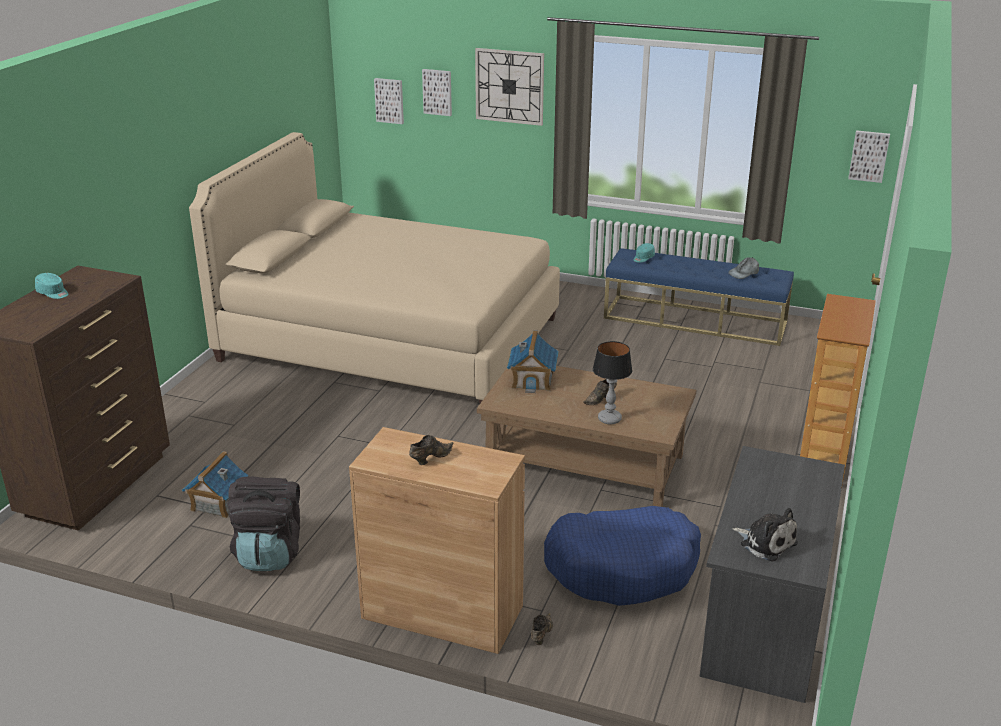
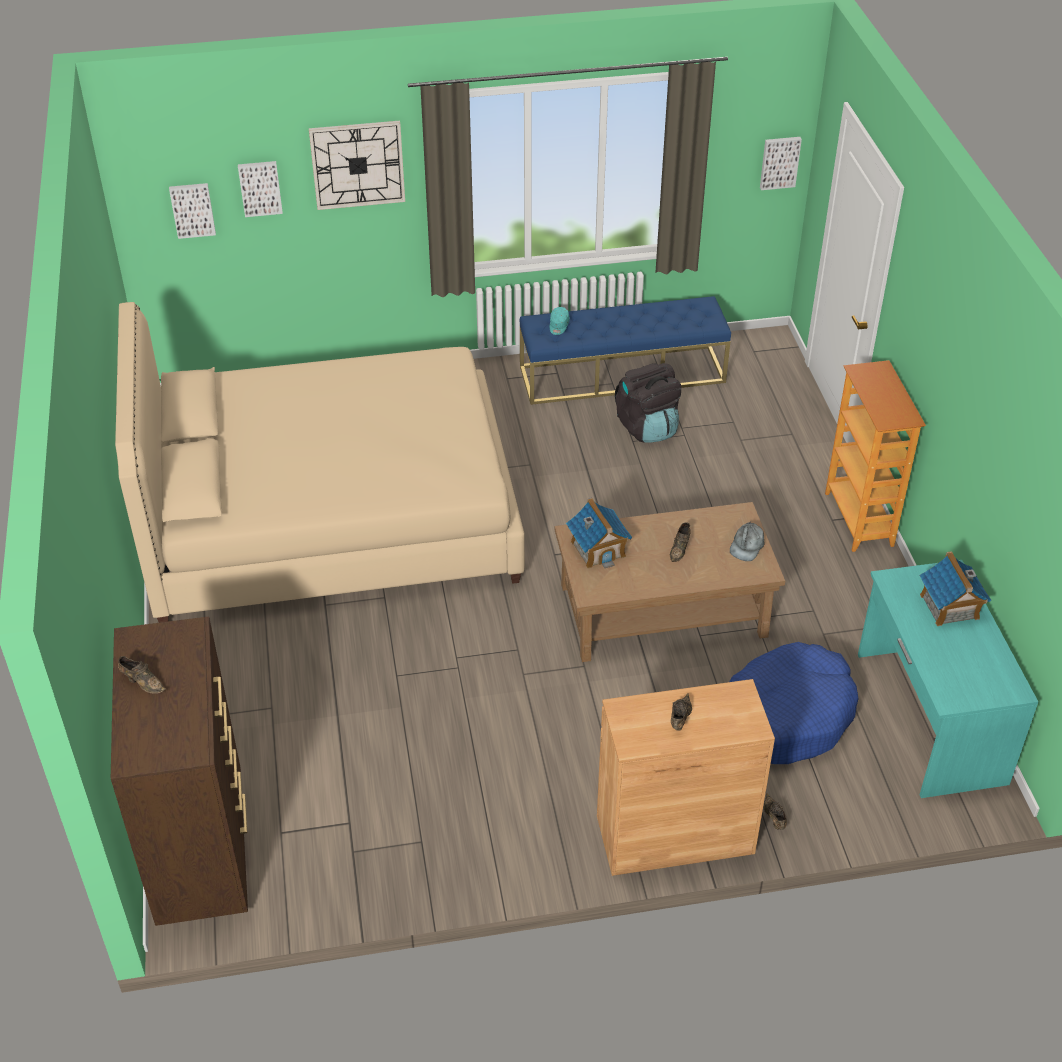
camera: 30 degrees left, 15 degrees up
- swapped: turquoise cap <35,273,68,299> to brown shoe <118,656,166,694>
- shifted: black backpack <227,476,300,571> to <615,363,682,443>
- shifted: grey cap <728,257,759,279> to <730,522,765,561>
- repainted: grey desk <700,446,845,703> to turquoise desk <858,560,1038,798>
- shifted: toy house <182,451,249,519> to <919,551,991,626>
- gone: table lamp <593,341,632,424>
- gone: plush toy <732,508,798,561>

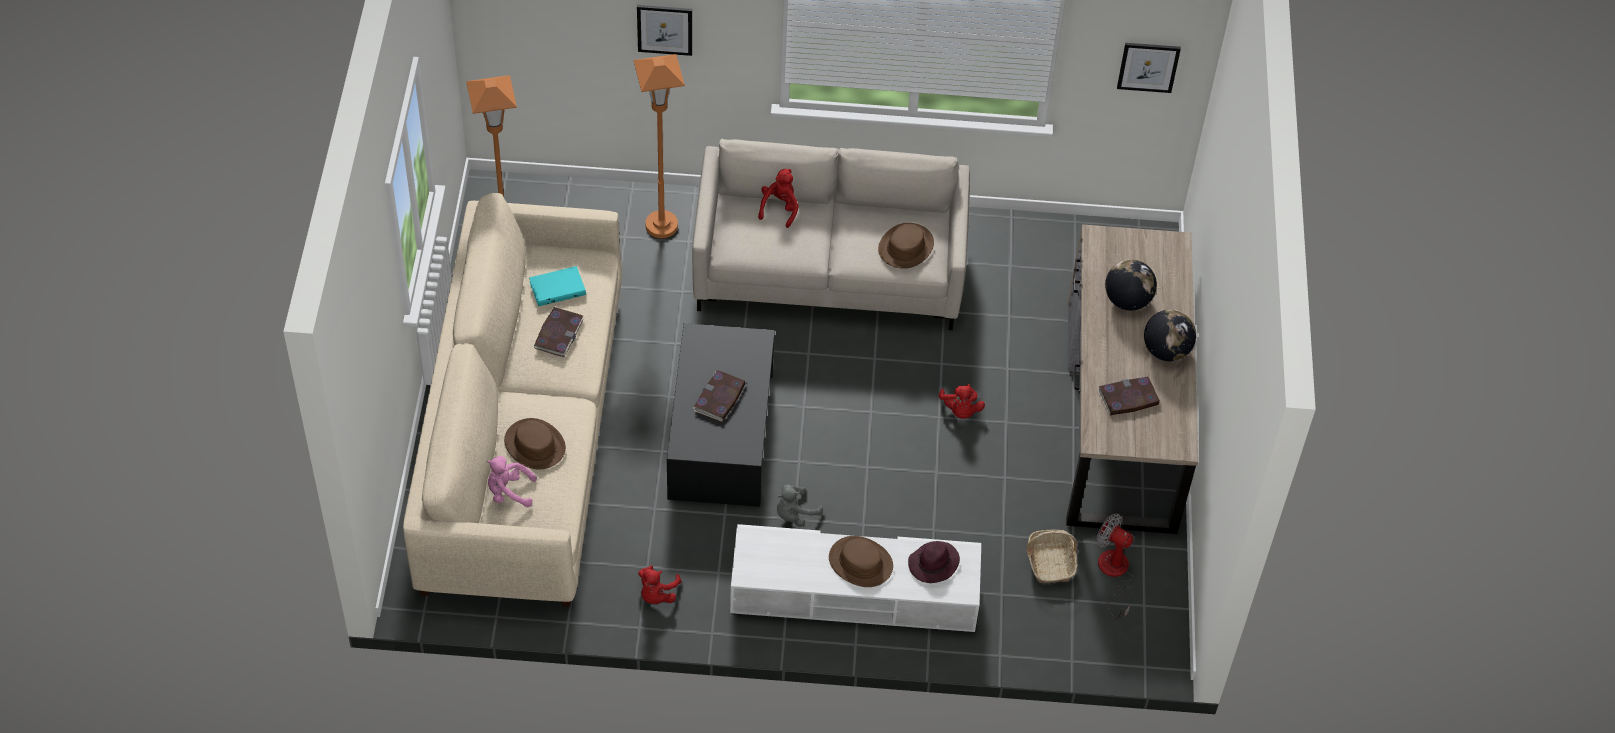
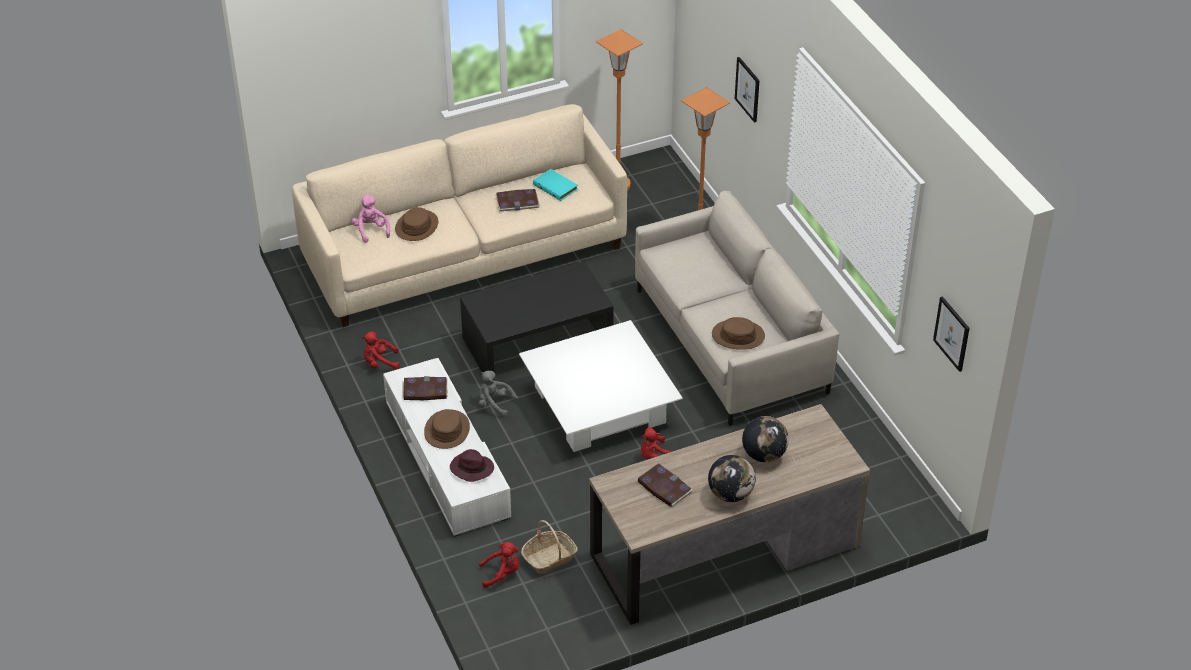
camera: 65 degrees right, 10 degrees down
- shifted: book <693,370,745,422> to <403,376,448,400>
- shifted: red plush toy <758,169,799,228> to <479,542,519,588>
- new: white coffee table <519,320,683,452>
- gone: fan <1096,514,1133,619>

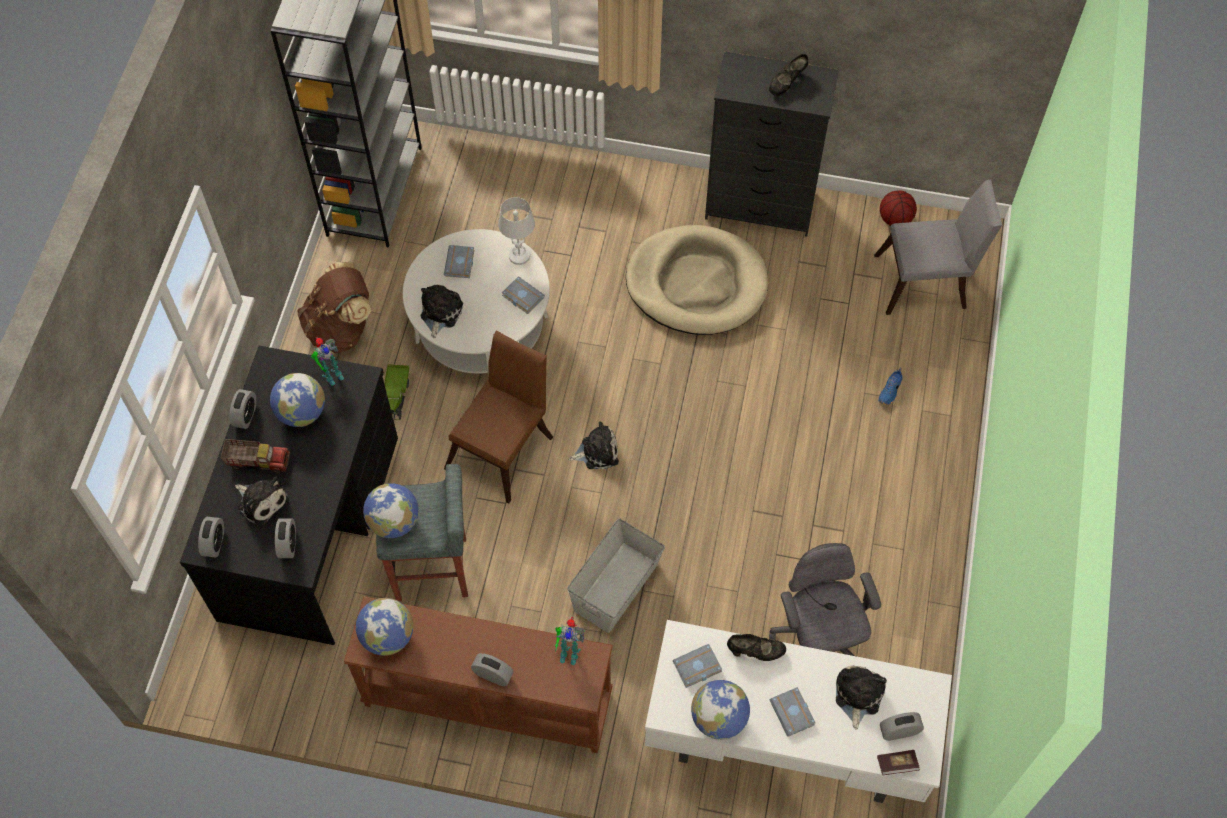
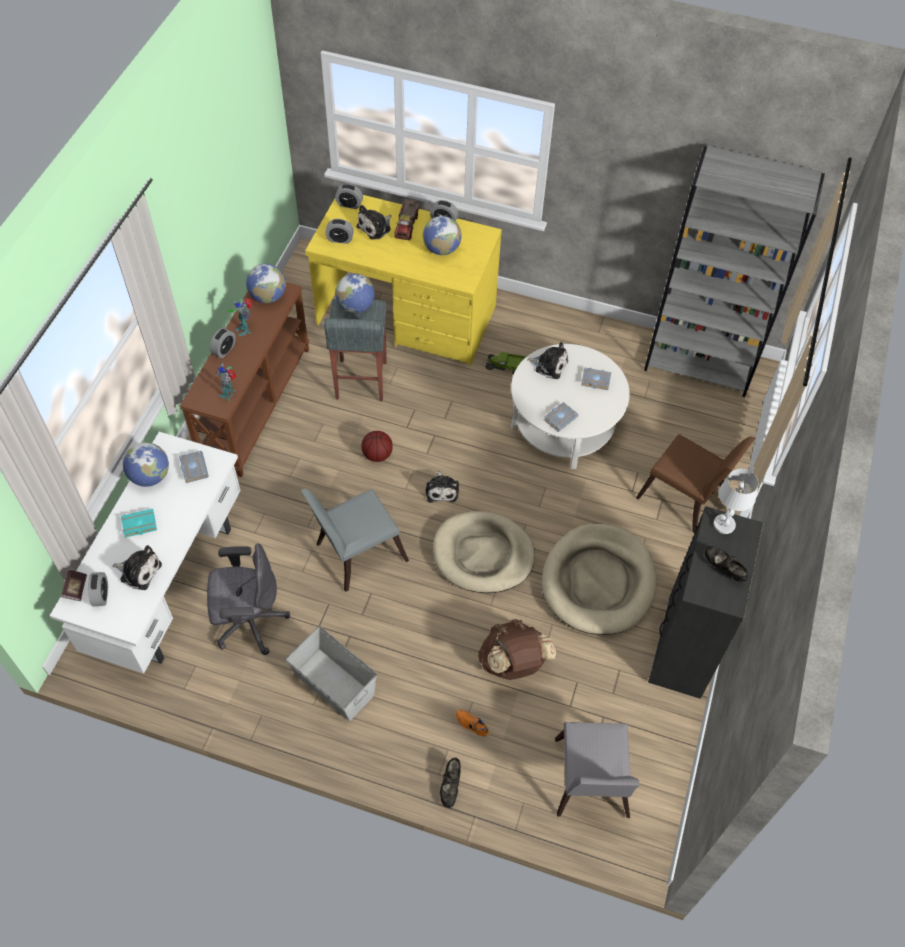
camera: 95 degrees right, 5 degrees down
- repainted: grey book <770,687,816,737> to turquoise book <121,509,157,538>
- shifted: toy robot <311,337,344,385> to <228,299,253,336>
- shifted: grey storage box <567,518,665,633> to <286,626,377,721>
- new: grey chair <301,489,409,592>
- repainted: black desk <180,346,398,645> to yellow desk <305,195,502,366>
- shifted: basketball <880,190,917,226> to <362,431,393,462>
- new: beige dog bed <433,511,535,593>
- shifted: black shoe <727,634,786,661> to <440,758,461,808>
- repainted: blue shoe <878,368,903,405> to orange shoe <456,709,489,737>
- shifted: brown backpack <297,262,371,353> to <478,619,556,680>
- shifted: brown chair <444,331,553,503> to <636,434,755,533>
- shifted: white table lamp <498,197,535,265> to <714,469,758,534>

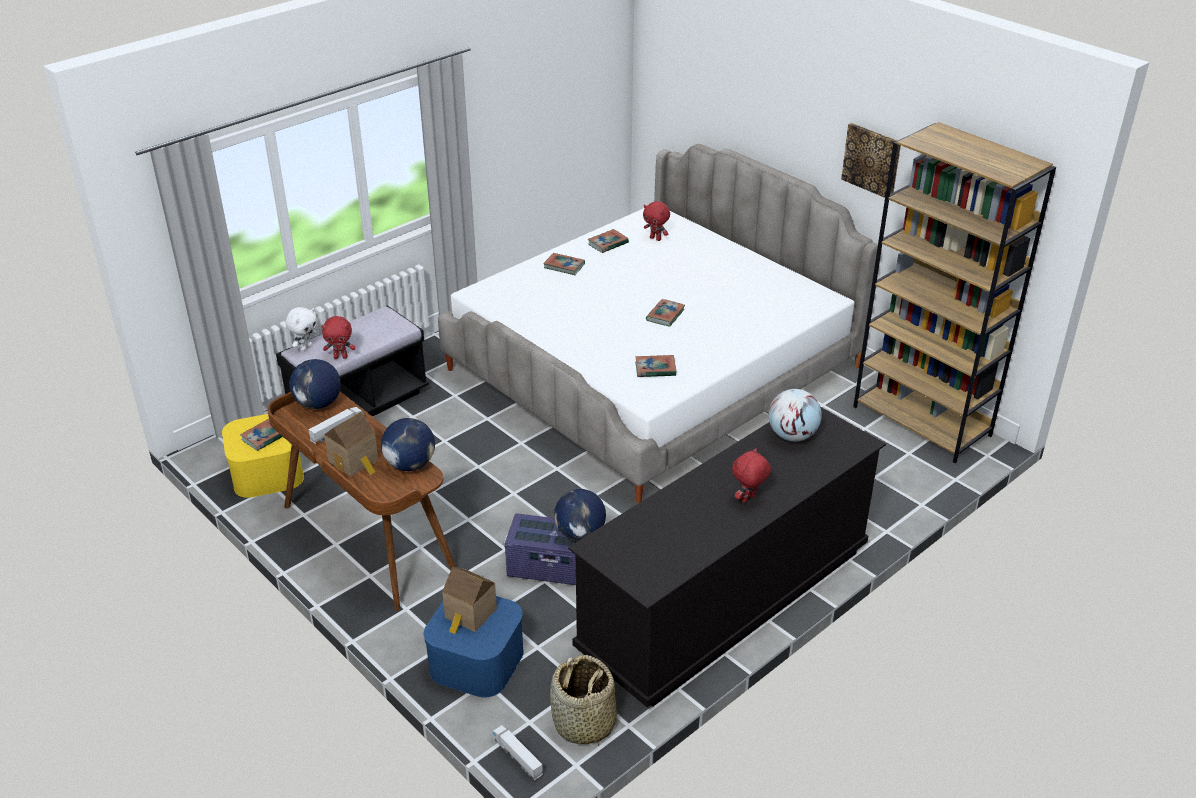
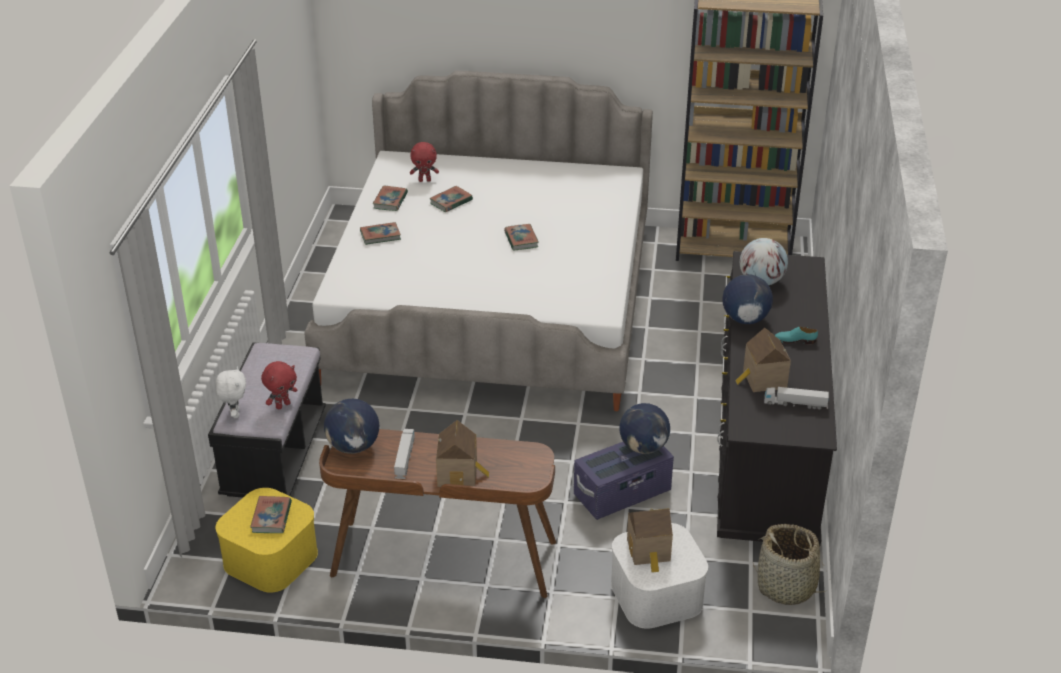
camera: 40 degrees left, 0 degrees up
- shifted: book <635,355,676,377> to <429,186,473,212>
- repainted: blue storage box <424,596,524,697> to white storage box <611,523,708,629>
- shifted: globe <381,418,435,471> to <722,274,773,324>
- new: toy house <735,328,791,392>
- shifted: toy truck <492,725,543,780> to <764,387,829,410>
- swapped: red plush toy <732,448,771,503> to turquoise shoe <775,327,818,344>
- gone: picture <841,123,901,198>

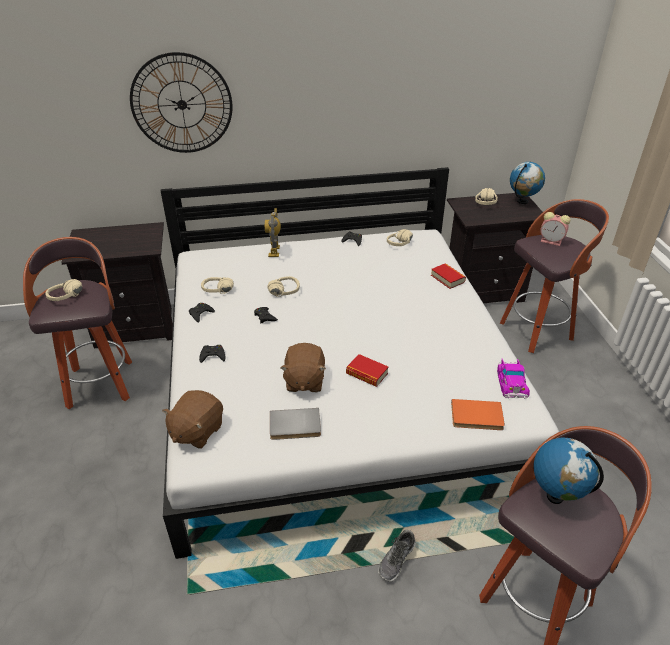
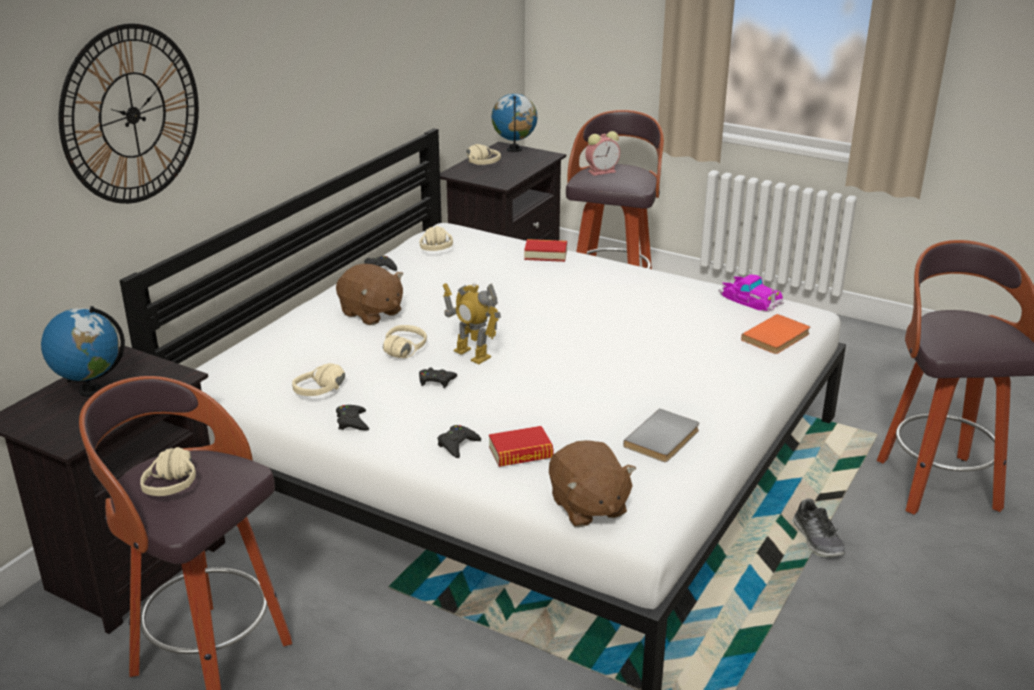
camera: 50 degrees left, 10 degrees down
- shifted: globe <533,437,604,504> to <41,306,125,397>
- shifted: brown plush toy <280,343,326,392> to <336,264,403,325>
- shifted: toy robot <265,208,281,257> to <443,283,501,364>
- shifted: book <346,354,388,387> to <489,426,554,467>

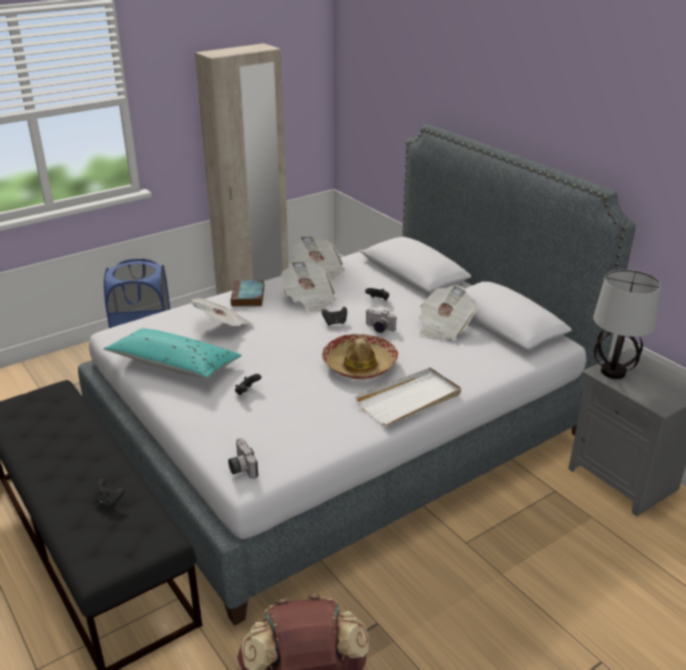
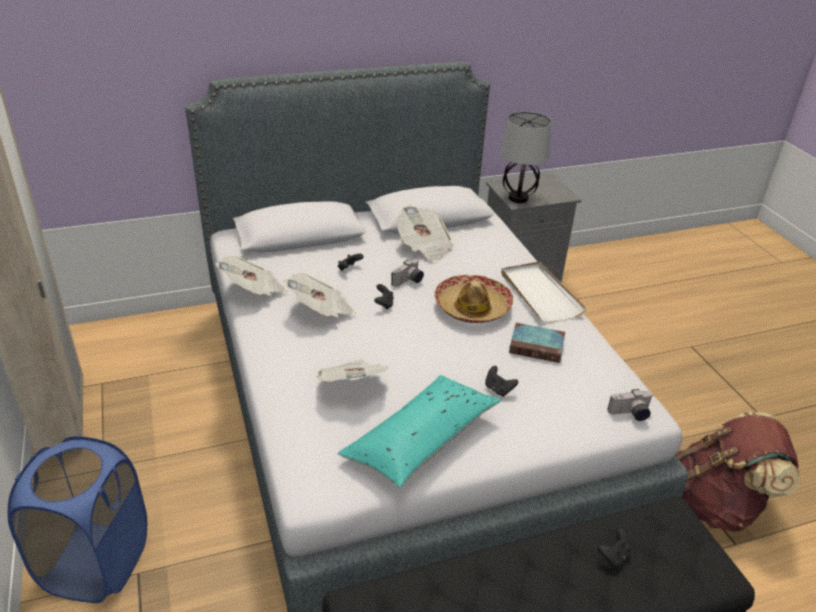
camera: 75 degrees left, 5 degrees up
- shifted: book <231,280,265,307> to <509,323,565,363>

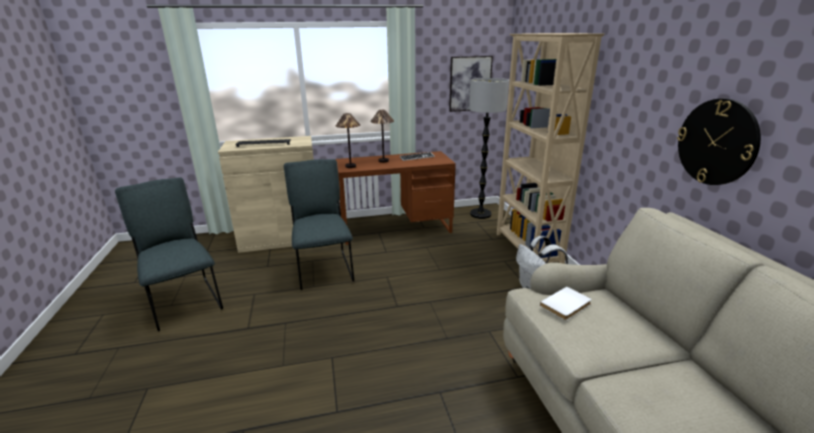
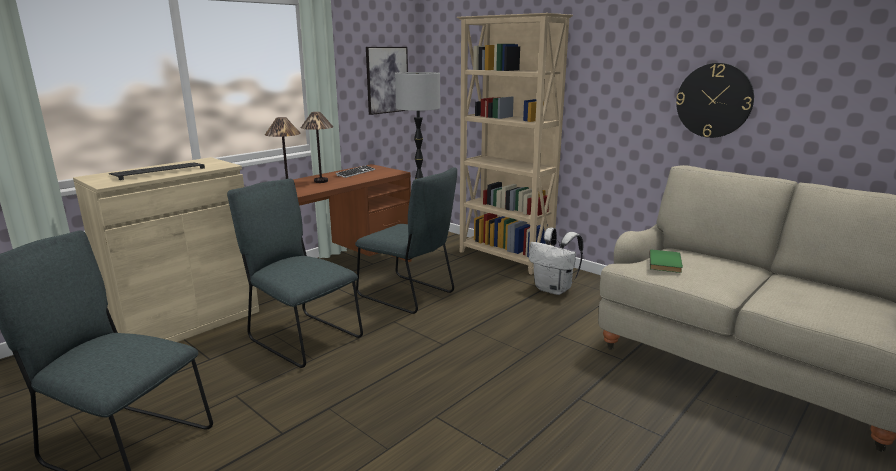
camera: 35 degrees left, 5 degrees down
- new: grey chair <355,168,457,314>
- repainted: white book <540,287,592,320> to green book <649,249,683,273>

